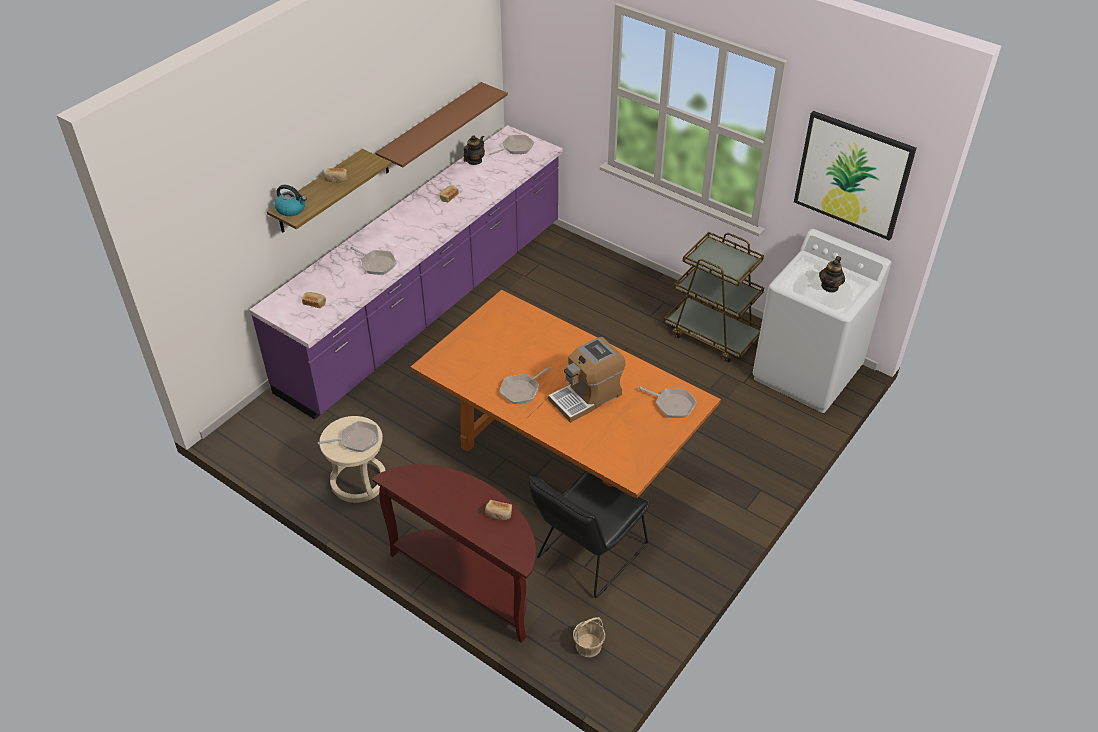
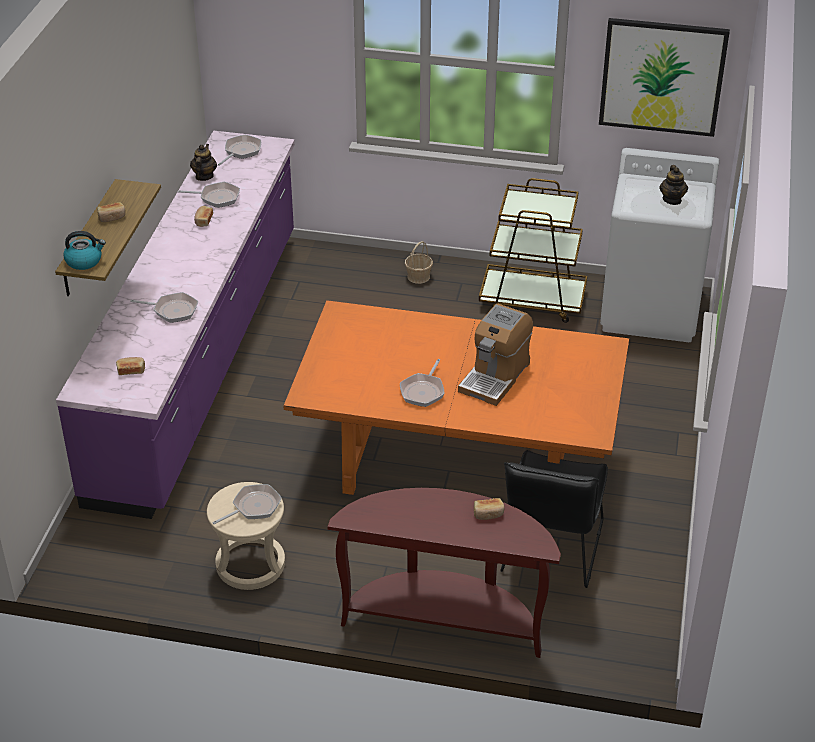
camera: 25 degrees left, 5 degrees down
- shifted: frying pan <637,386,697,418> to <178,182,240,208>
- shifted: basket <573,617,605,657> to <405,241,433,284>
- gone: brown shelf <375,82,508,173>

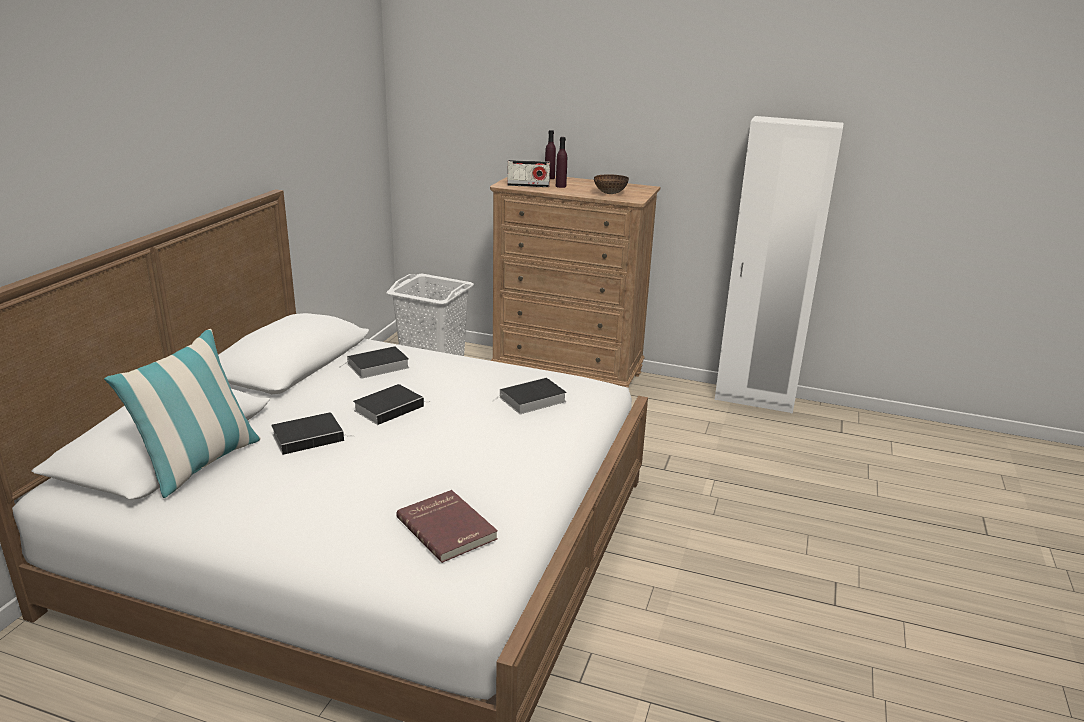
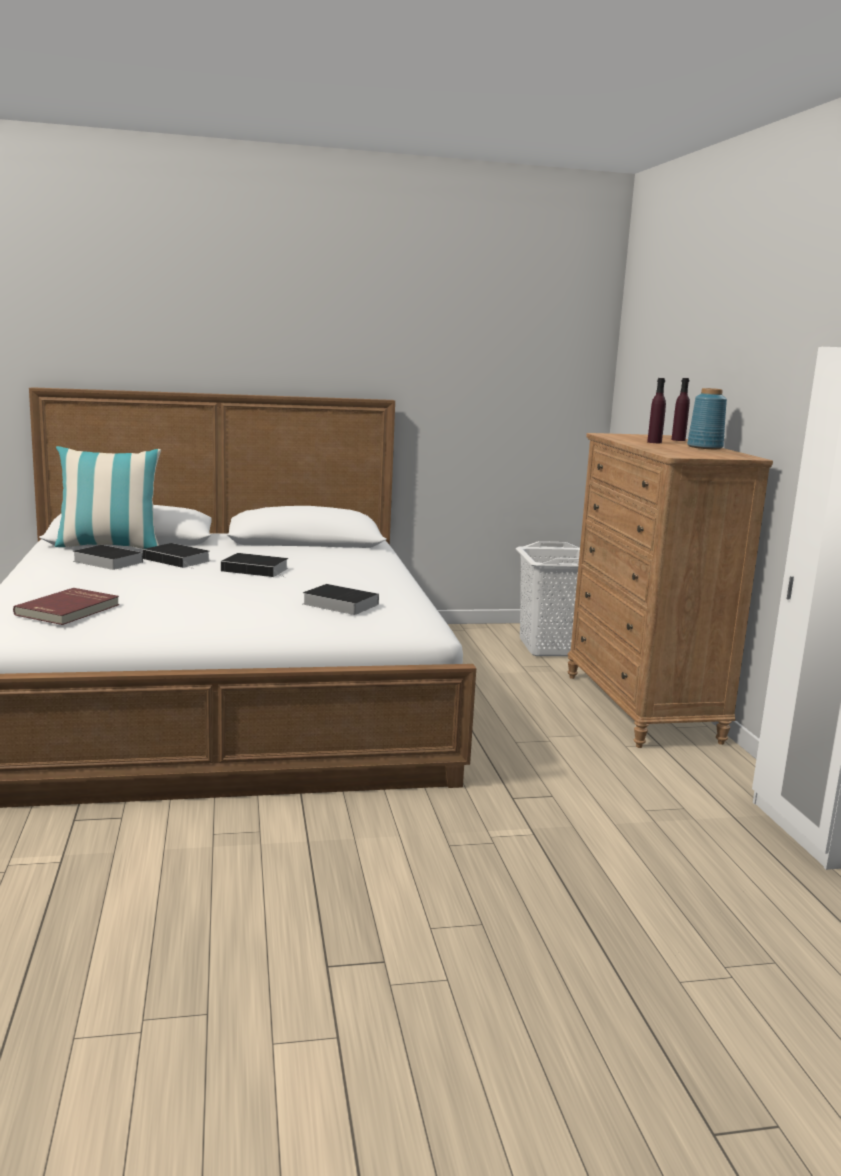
camera: 60 degrees right, 10 degrees down
- shifted: book <339,346,409,379> to <72,545,143,570>
- new: blue vase <687,388,727,449>
- gone: radio <507,160,550,187>
- gone: bowl <594,174,629,194>

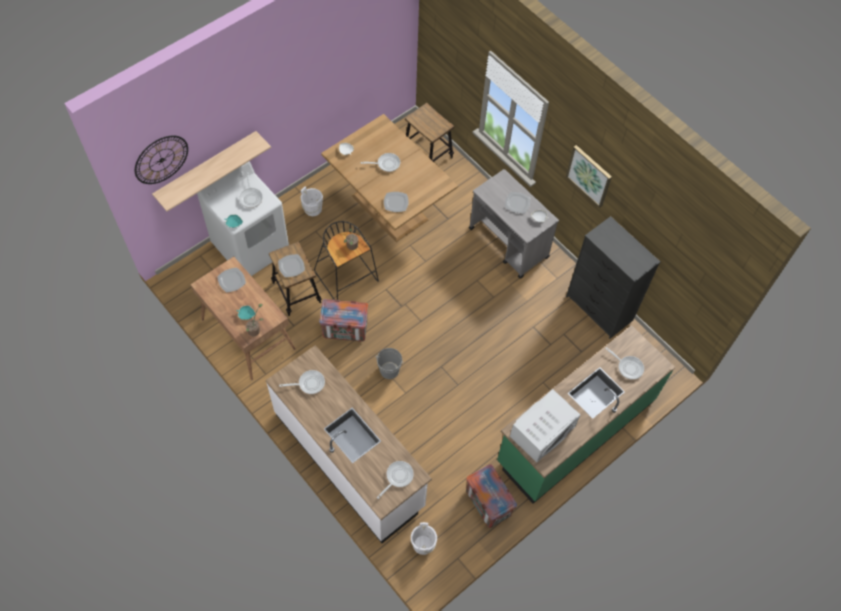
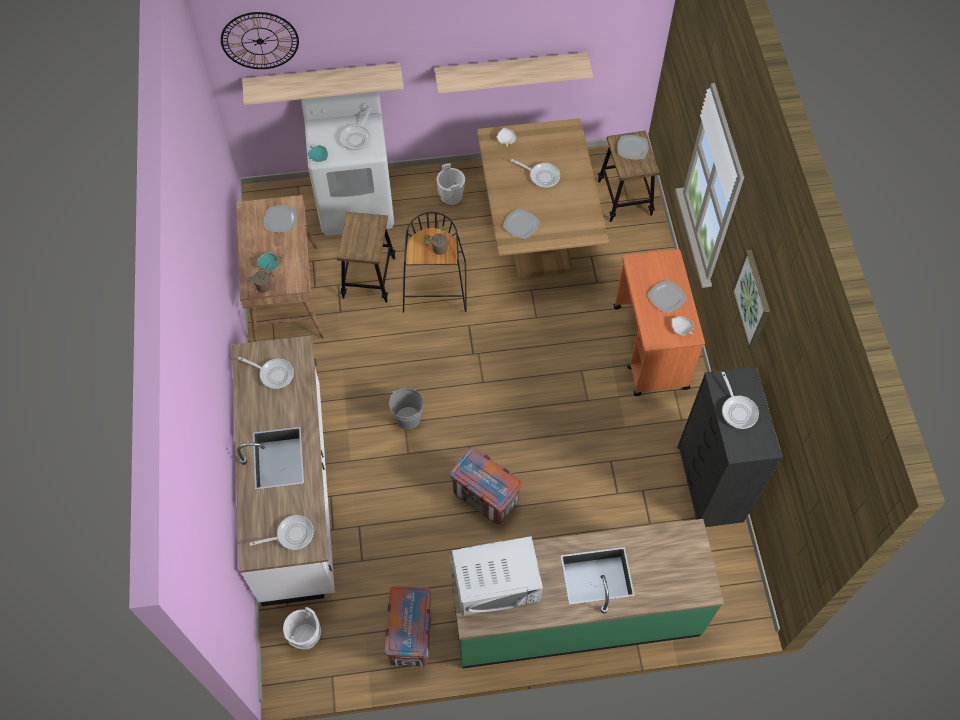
camera: 35 degrees right, 0 degrees up
- new: shelf <434,52,593,94>
- shifted: crate <319,299,368,342> to <450,447,522,524>
- repainted: grey cart <469,169,559,279> to orange cart <614,249,705,396>
- shifted: plate <278,254,305,277> to <617,135,649,160>
- shifted: frying pan <605,347,644,380> to <721,372,759,429>

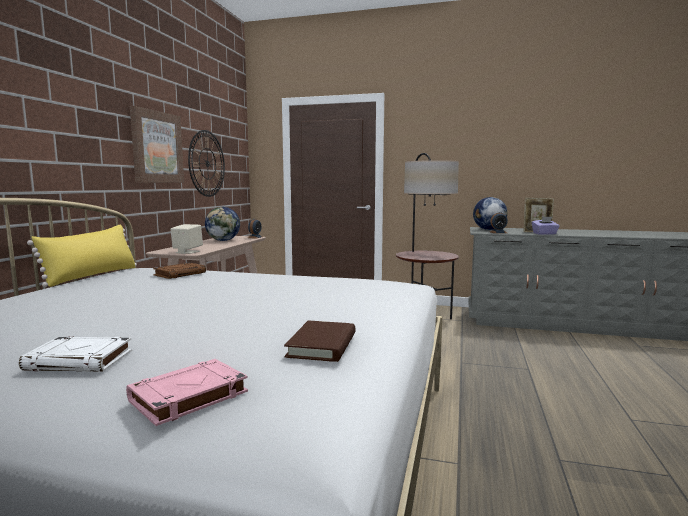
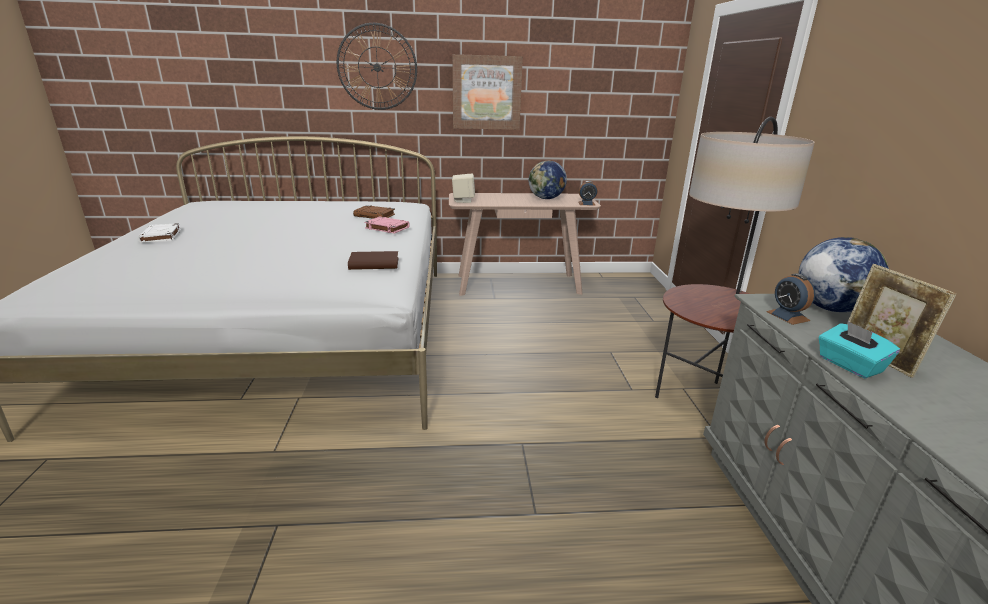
camera: 70 degrees right, 15 degrees up
- shifted: wall clock <188,130,225,197> to <337,23,417,110>
- shifted: brown book <284,321,356,362> to <348,251,398,270>
- shifted: pink book <126,359,248,426> to <364,216,410,234>
- repainted: purple tissue box <532,216,560,235> to turquoise tissue box <819,321,900,379>
- gone: yellow pillow <27,225,137,287>

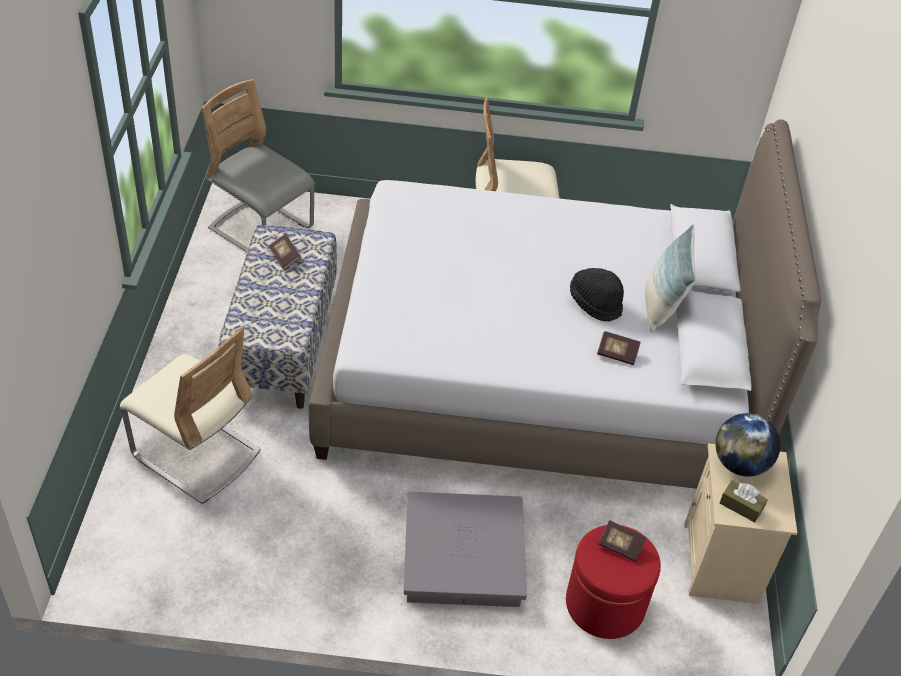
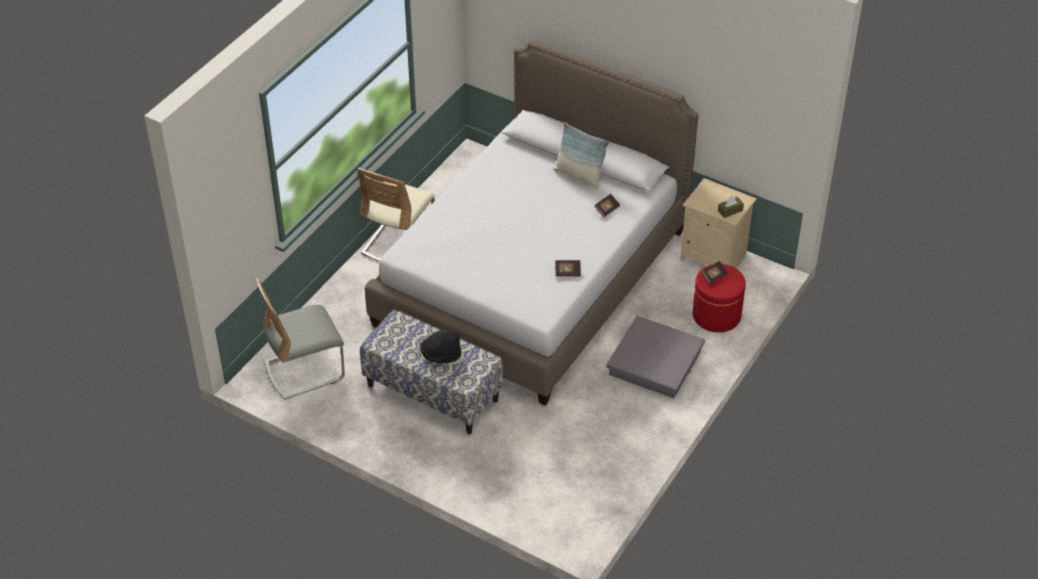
camera: 60 degrees left, 0 degrees up
- shifted: black hat <570,268,624,321> to <420,329,462,363>
- shifted: book <269,234,301,270> to <555,260,581,276>
- gone: beige chair <120,327,261,504>
- gone: globe <715,413,780,477>

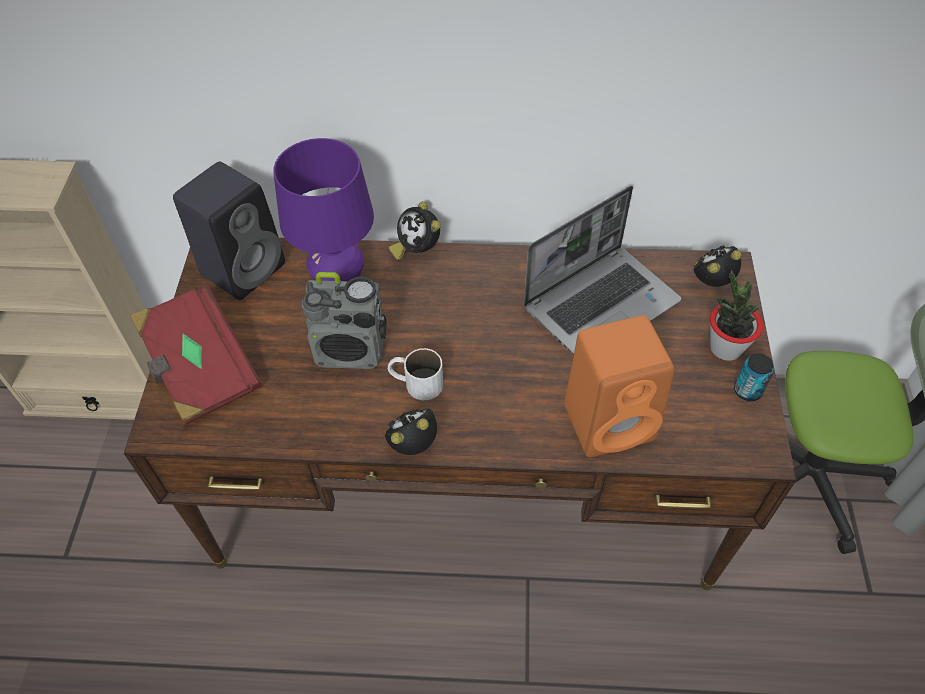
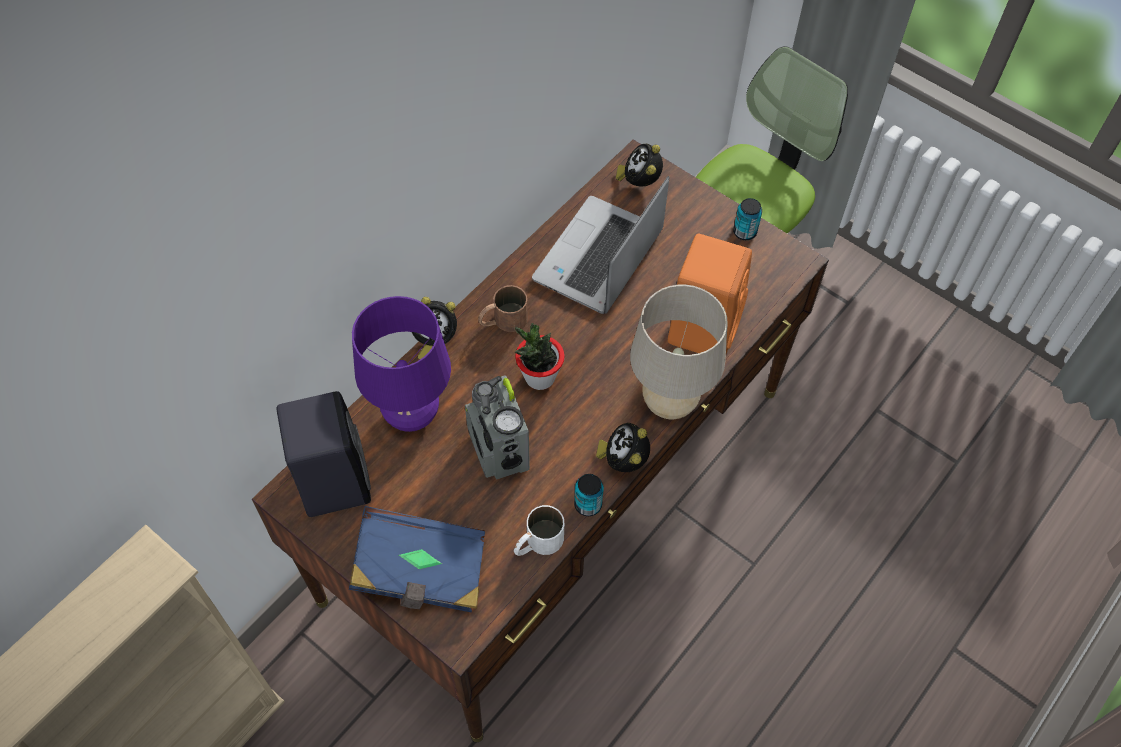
camera: 55 degrees left, 5 degrees up
- repainted: red book <130,284,262,425> to blue book <349,506,485,612>
- rotated: radio <302,272,387,369> = <465,375,530,480> 120 degrees clockwise
- new: brown mug <478,285,528,332>
- shifted: white mug <388,348,443,400> to <514,505,564,556>
- shifted: potted plant <710,270,763,361> to <515,323,565,390>
- rotated: laptop <524,186,681,355> = <532,176,670,314> 150 degrees counterclockwise
- new: can <574,474,604,516>
- new: beige table lamp <630,285,728,419>

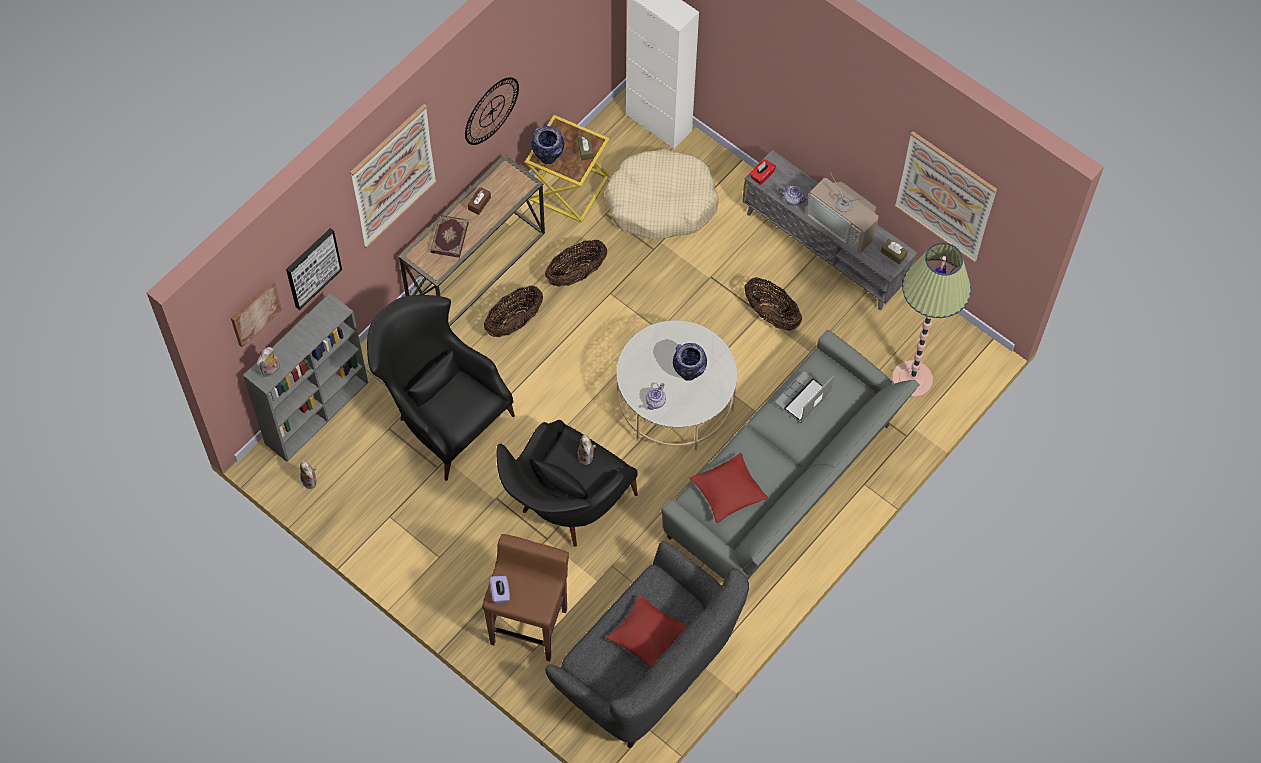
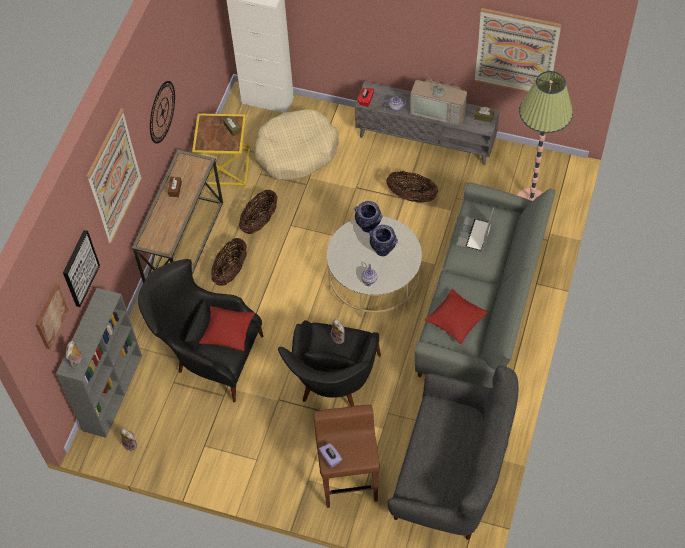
camera: 20 degrees left, 5 degrees down
- shifted: red pillow <606,594,688,667> to <199,306,255,351>
- shifted: vase <531,126,564,164> to <354,201,383,233>
- gone: book <430,215,469,258>

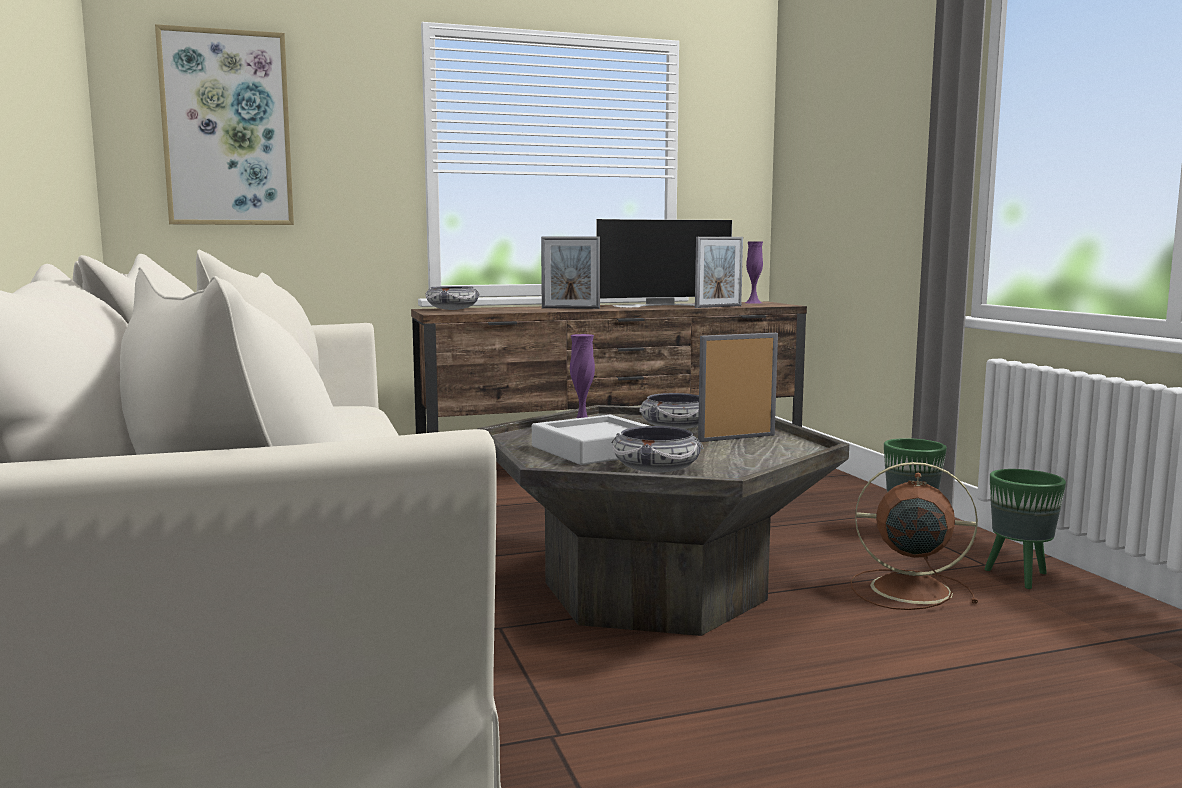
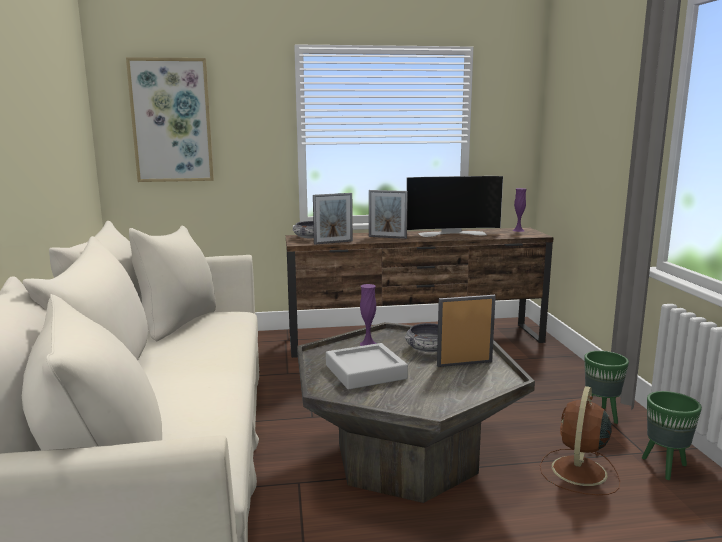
camera: 10 degrees right, 5 degrees up
- shifted: picture frame <695,237,743,308> to <313,193,353,245>
- rotated: brown fan <851,462,978,610> = <540,386,620,495> 90 degrees counterclockwise
- gone: bowl <611,426,703,473>

